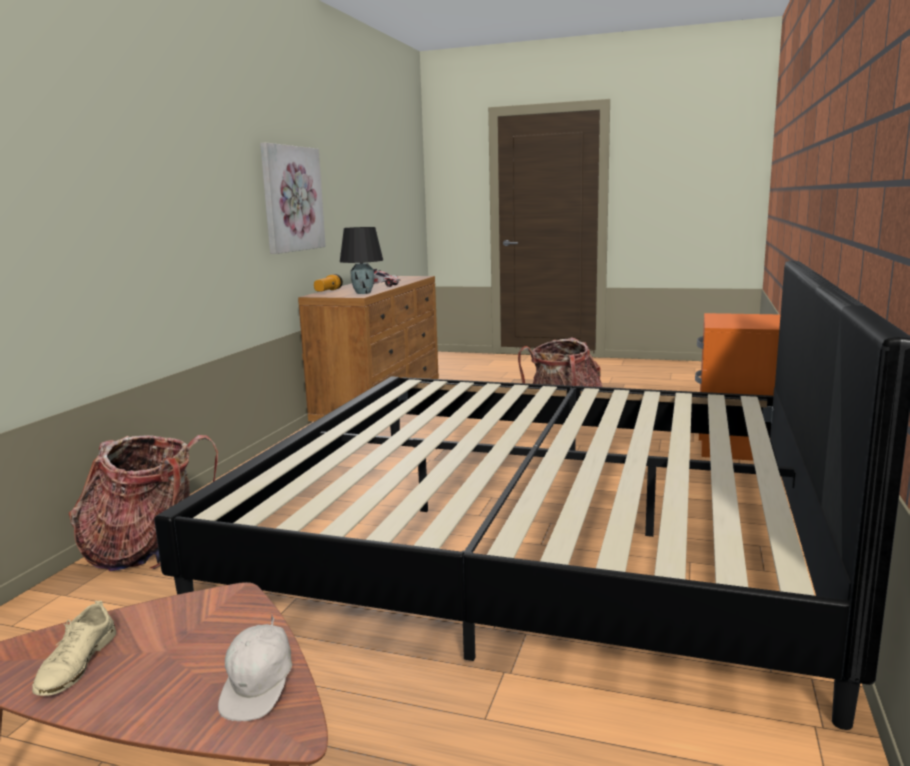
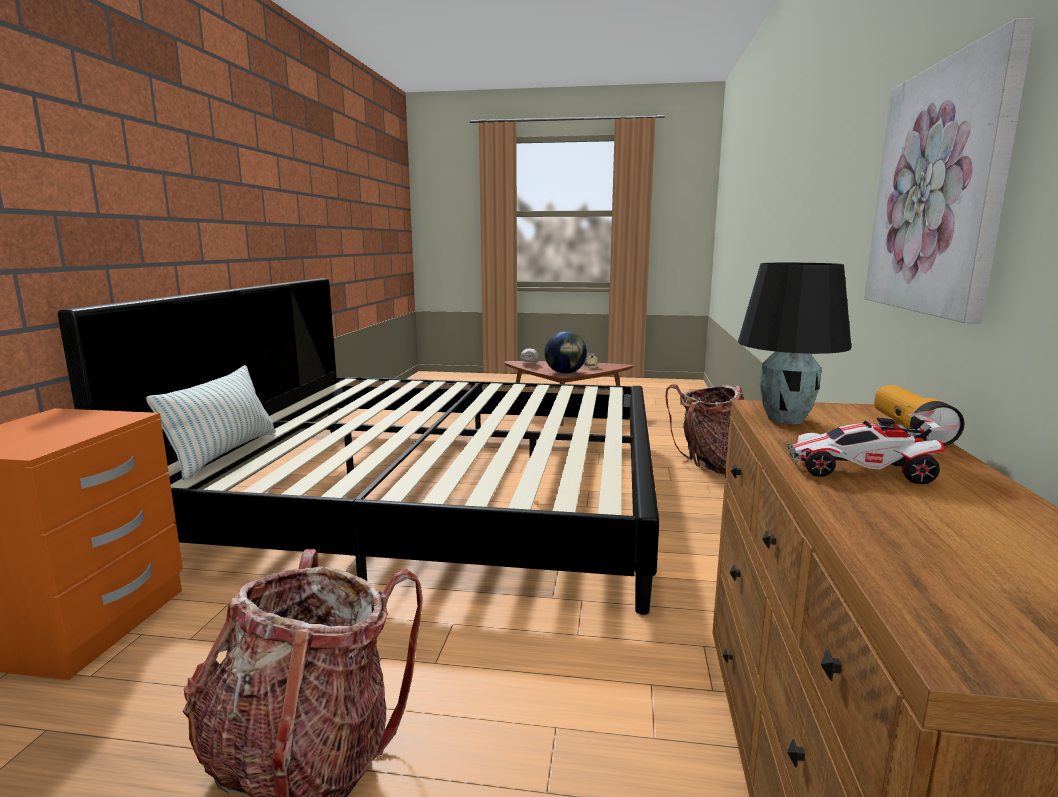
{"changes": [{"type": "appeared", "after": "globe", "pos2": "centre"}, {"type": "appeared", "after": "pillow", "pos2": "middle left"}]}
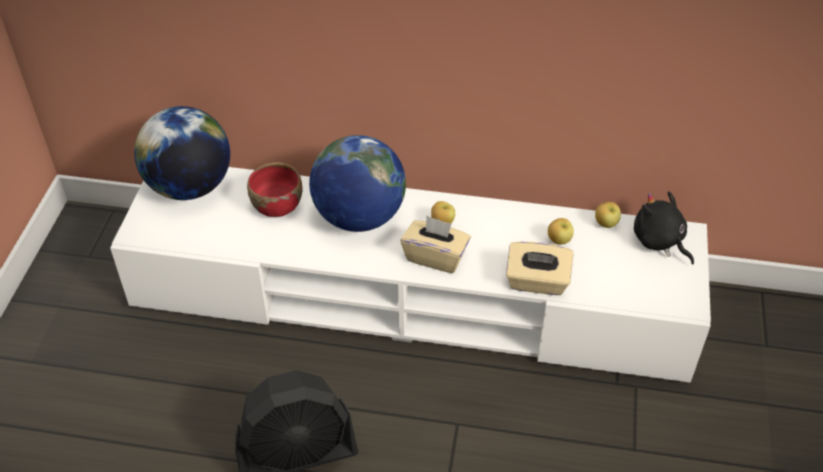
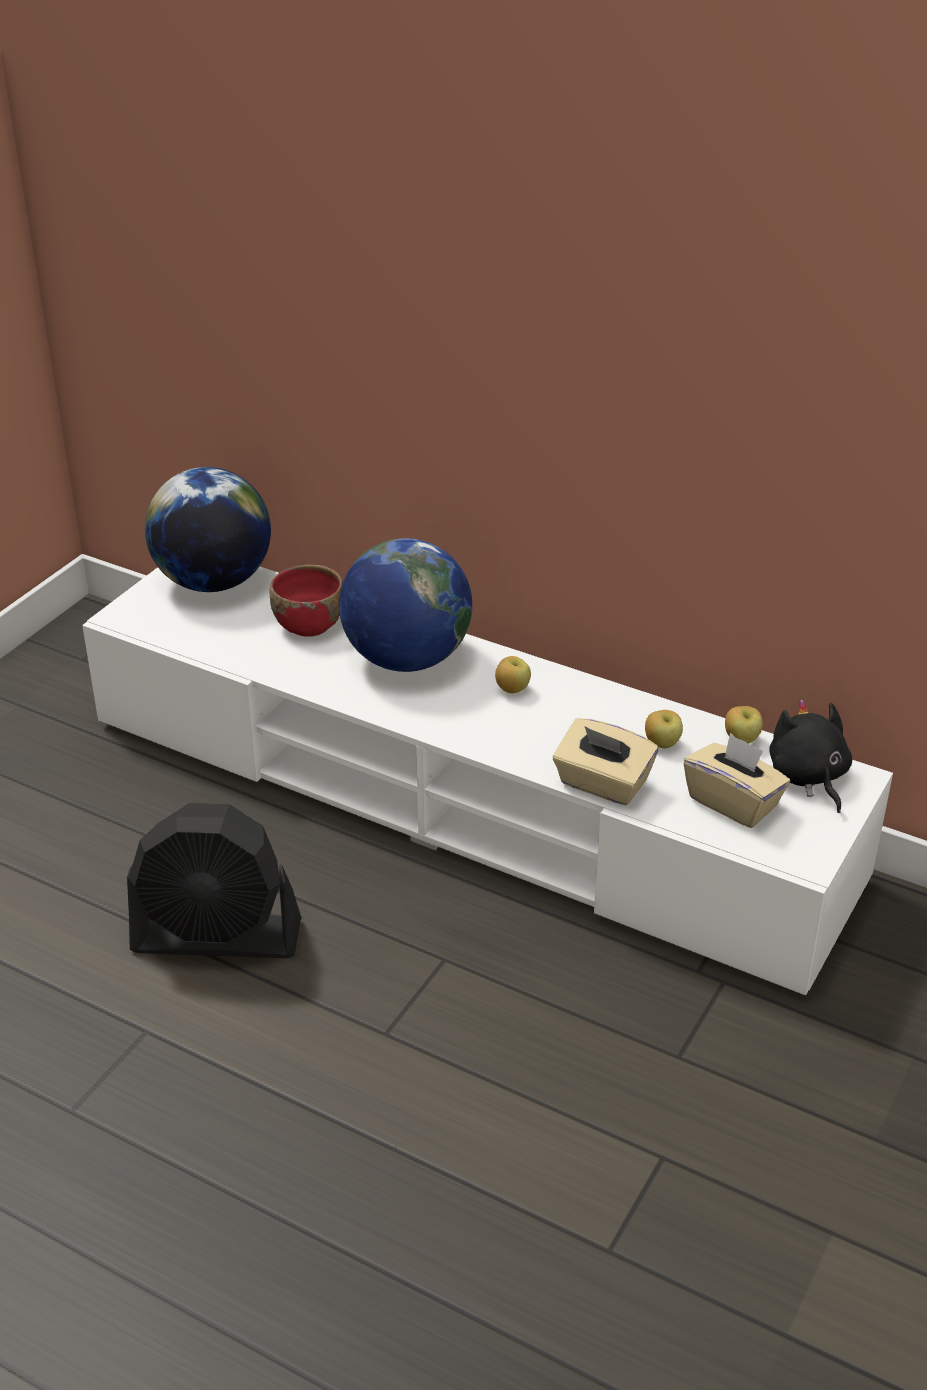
{"changes": [{"type": "relocated", "before": "tissue box (beige) (no. 1 from left in the first image)", "after": "tissue box (beige) (no. 2 from left)", "pos1": "centre", "pos2": "middle right"}]}
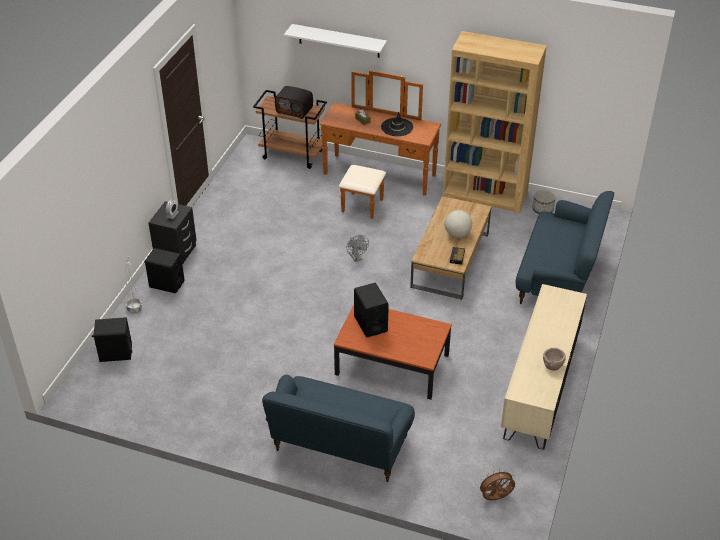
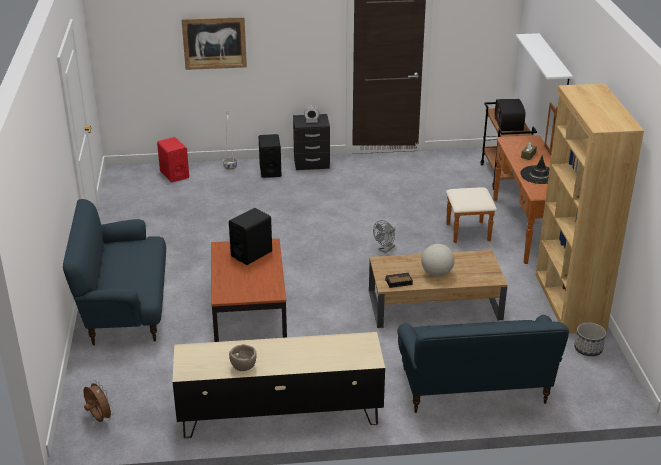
{"changes": [{"type": "colour", "before": "speaker (black) (no. 1 from left)", "after": "speaker (red)", "pos1": "middle left", "pos2": "middle left"}, {"type": "appeared", "after": "picture", "pos2": "top left"}]}
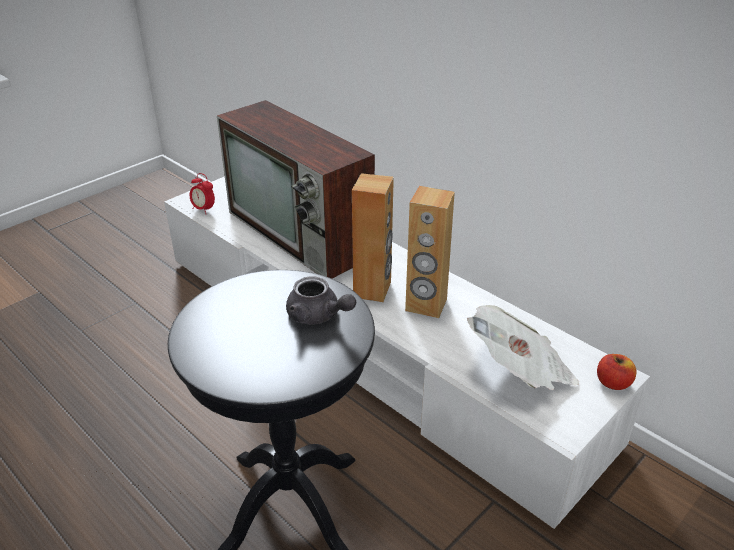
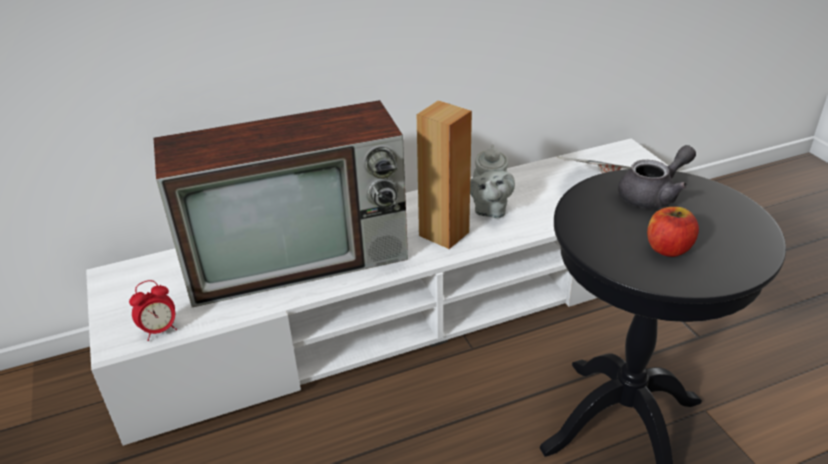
{"changes": [{"type": "exchanged", "before": "speaker (brown) (no. 2 from left)", "after": "teapot (grey) (no. 1 from left)", "pos1": "centre", "pos2": "centre"}, {"type": "relocated", "before": "apple", "pos1": "bottom right", "pos2": "middle right"}]}
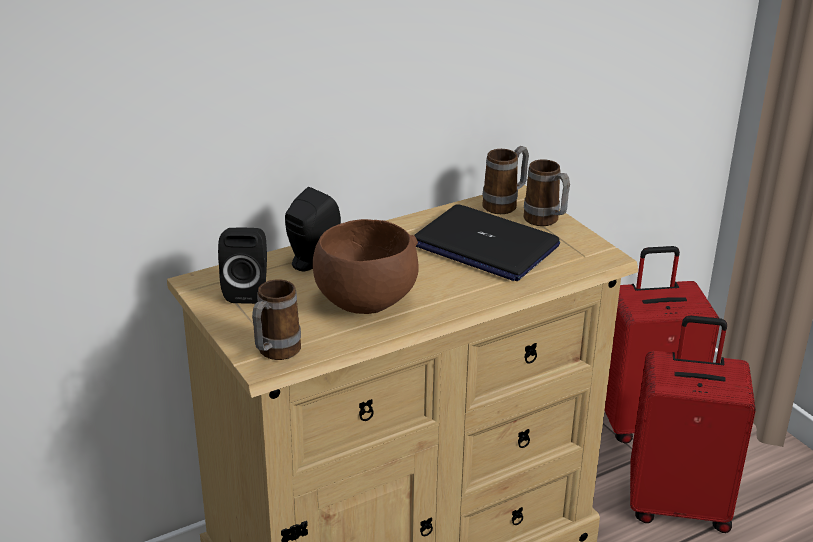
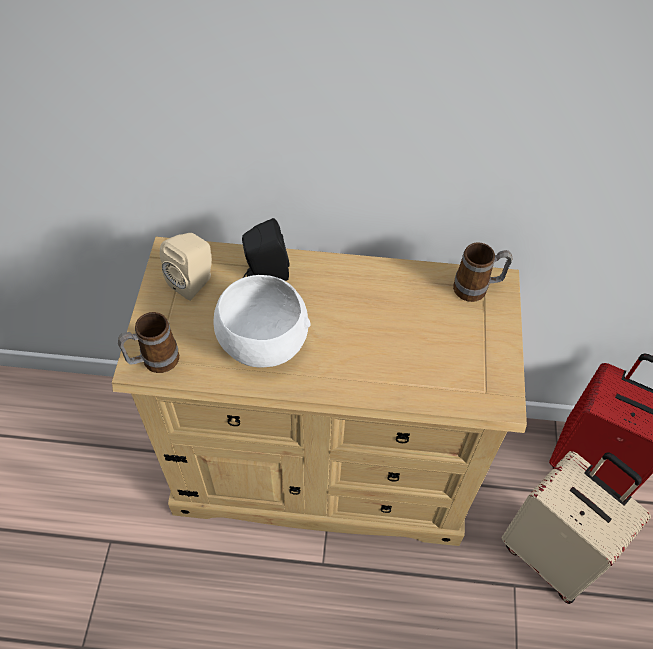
{"changes": [{"type": "missing", "before": "mug (no. 3 from left)", "pos1": "middle right"}, {"type": "missing", "before": "laptop", "pos1": "centre"}, {"type": "colour", "before": "bowl (brown)", "after": "bowl (white)", "pos1": "centre", "pos2": "centre"}, {"type": "colour", "before": "speaker (black) (no. 1 from left)", "after": "speaker (beige)", "pos1": "middle left", "pos2": "middle left"}, {"type": "colour", "before": "suitcase (red) (no. 2 from left)", "after": "suitcase (beige)", "pos1": "bottom right", "pos2": "bottom right"}]}
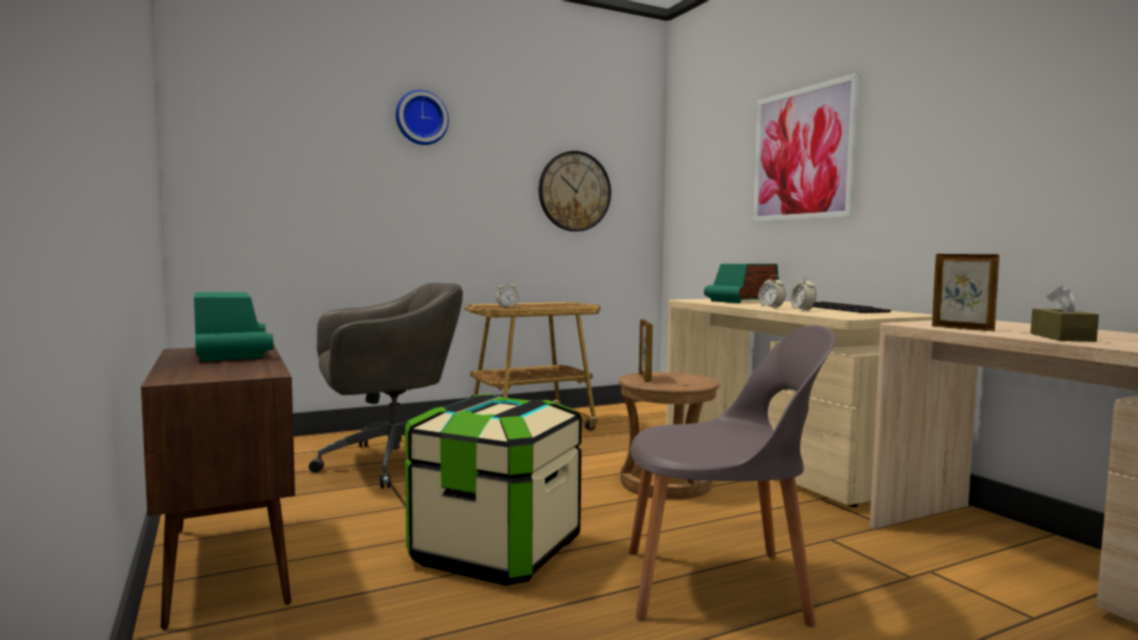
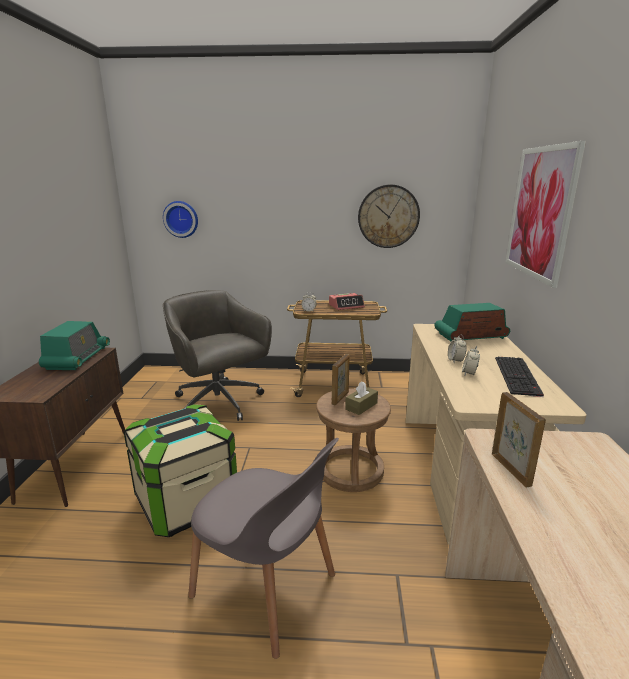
{"changes": [{"type": "relocated", "before": "wall clock (no. 1 from left)", "pos1": "top centre", "pos2": "top left"}, {"type": "spun", "before": "office chair (grey)", "pos1": "centre", "pos2": "centre", "turn": -135}, {"type": "relocated", "before": "tissue box (brown)", "pos1": "middle right", "pos2": "centre"}, {"type": "appeared", "after": "alarm clock (no. 2 from left)", "pos2": "centre"}]}
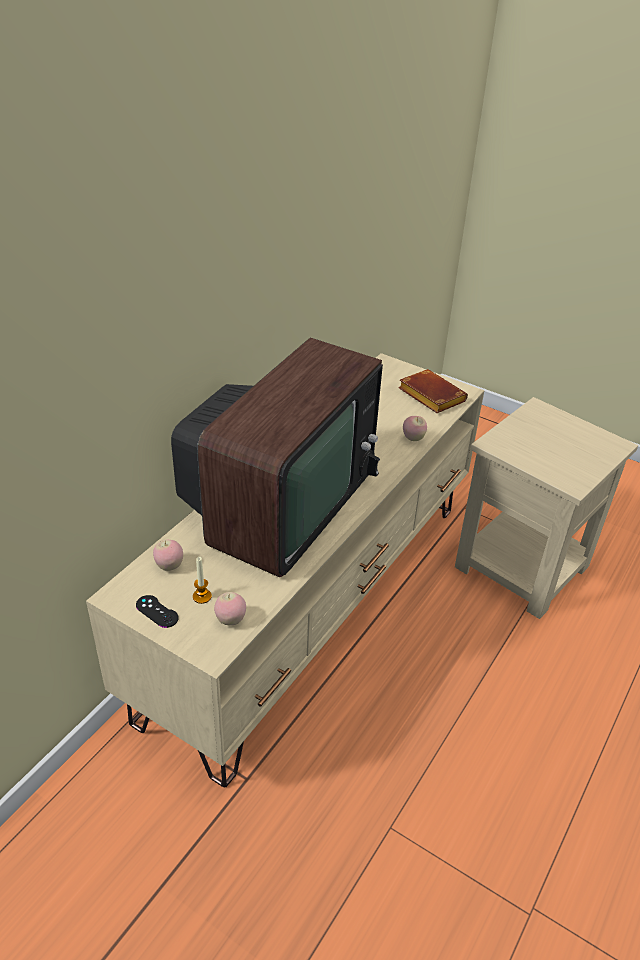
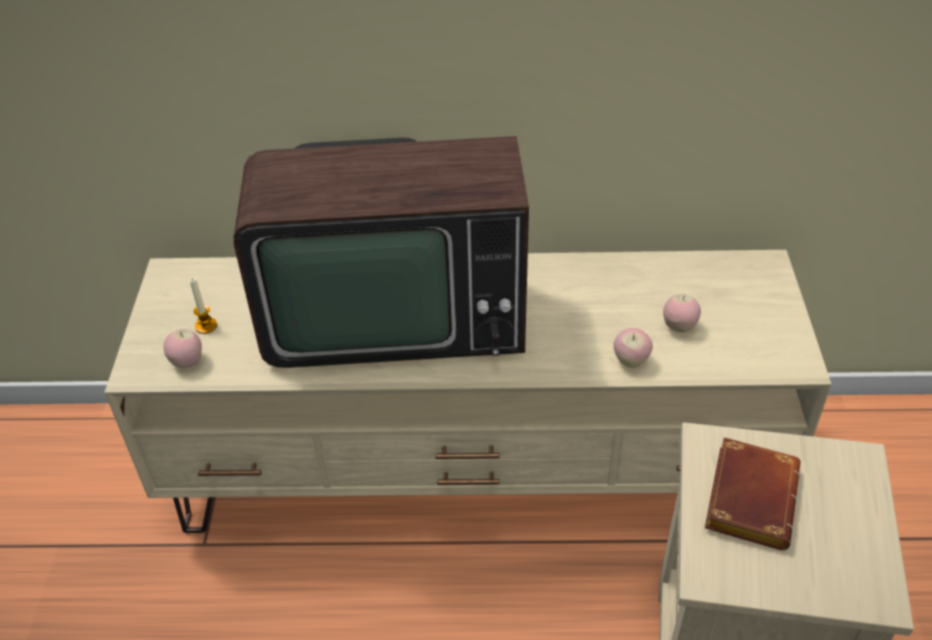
{"changes": [{"type": "relocated", "before": "book (brown)", "pos1": "middle right", "pos2": "bottom right"}, {"type": "relocated", "before": "apple (no. 1 from left in the first image)", "after": "apple (no. 3 from left)", "pos1": "middle left", "pos2": "middle right"}, {"type": "missing", "before": "game controller (black)", "pos1": "middle left"}]}
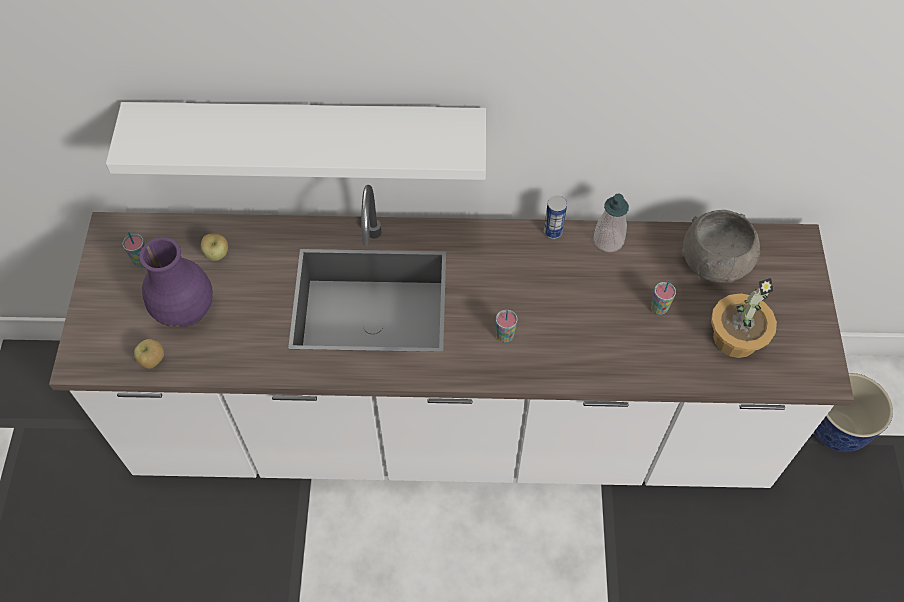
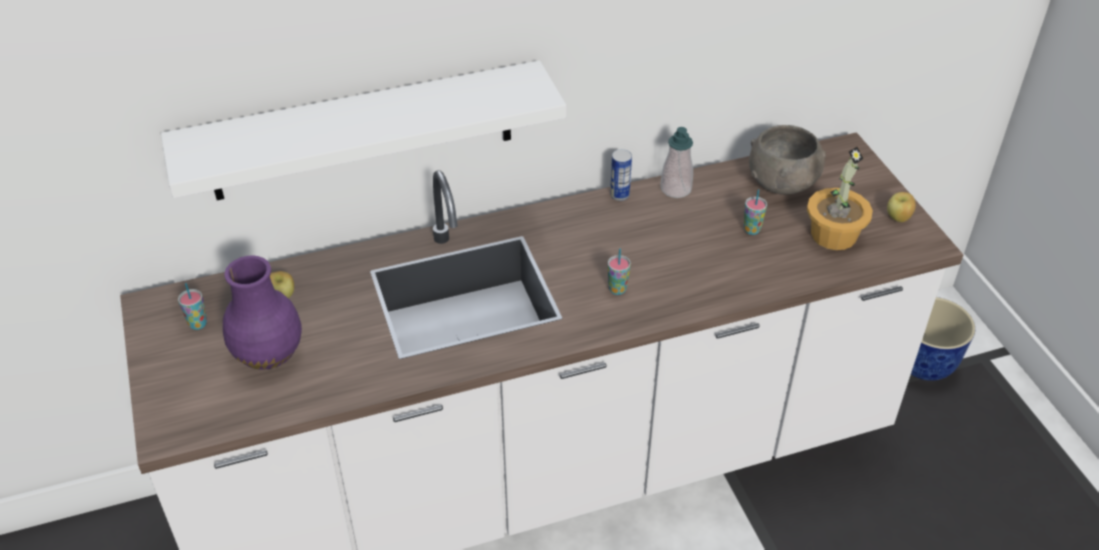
{"changes": [{"type": "relocated", "before": "apple (no. 1 from left in the first image)", "after": "apple (no. 2 from left)", "pos1": "middle left", "pos2": "middle right"}]}
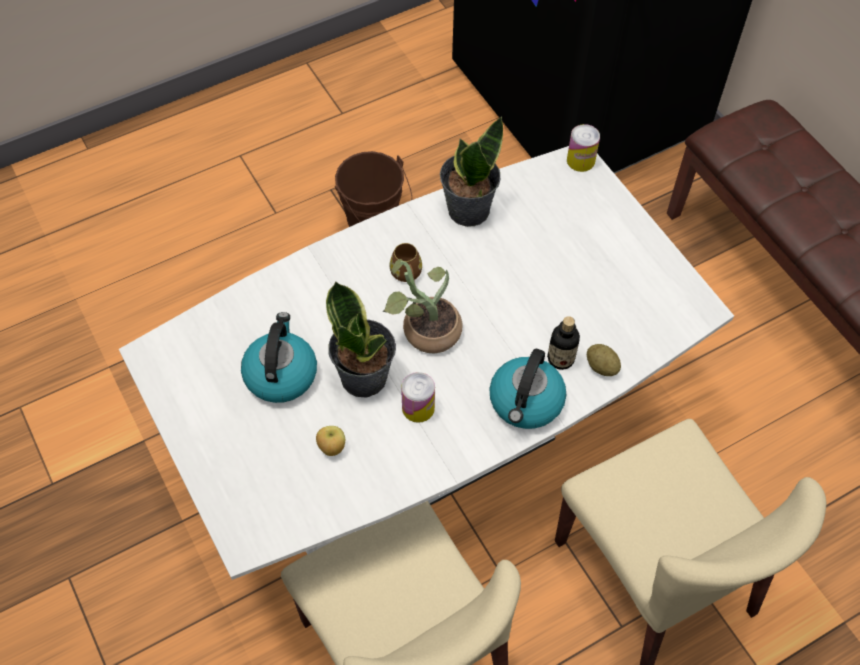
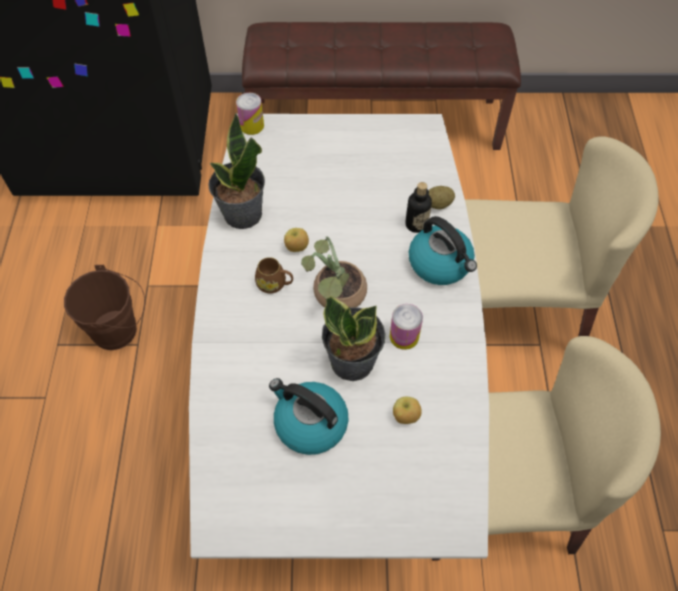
{"changes": [{"type": "appeared", "after": "apple (no. 1 from left)", "pos2": "centre"}]}
